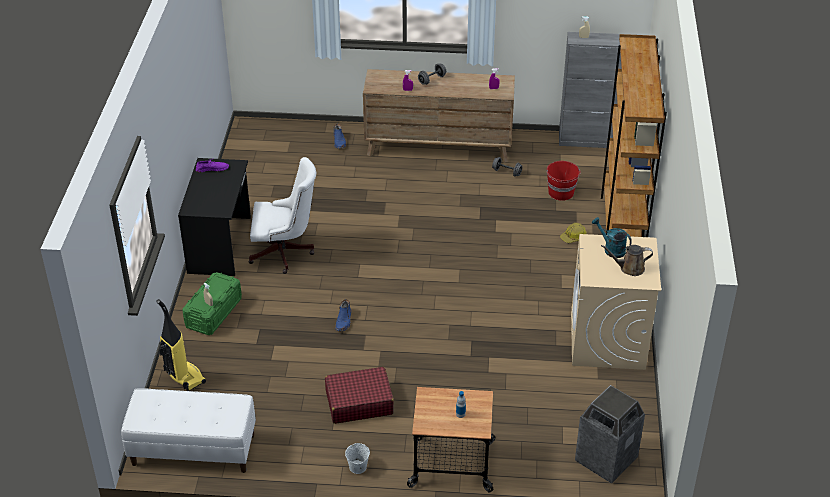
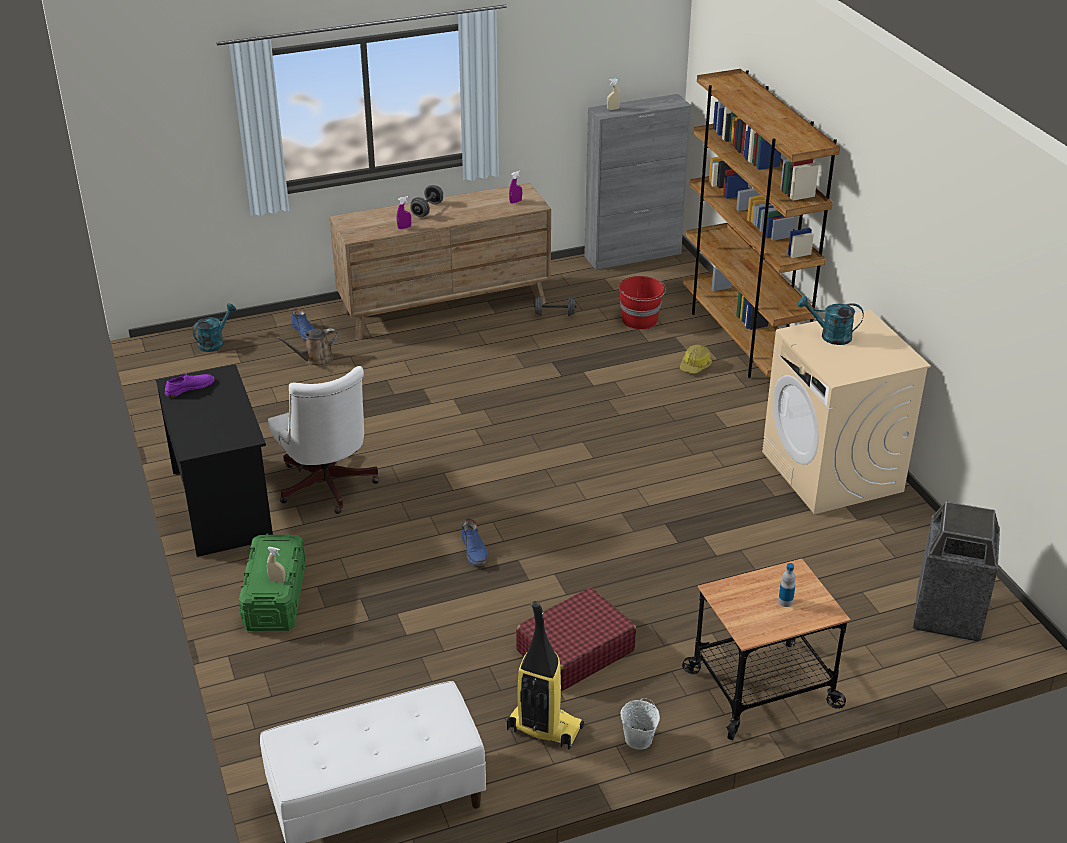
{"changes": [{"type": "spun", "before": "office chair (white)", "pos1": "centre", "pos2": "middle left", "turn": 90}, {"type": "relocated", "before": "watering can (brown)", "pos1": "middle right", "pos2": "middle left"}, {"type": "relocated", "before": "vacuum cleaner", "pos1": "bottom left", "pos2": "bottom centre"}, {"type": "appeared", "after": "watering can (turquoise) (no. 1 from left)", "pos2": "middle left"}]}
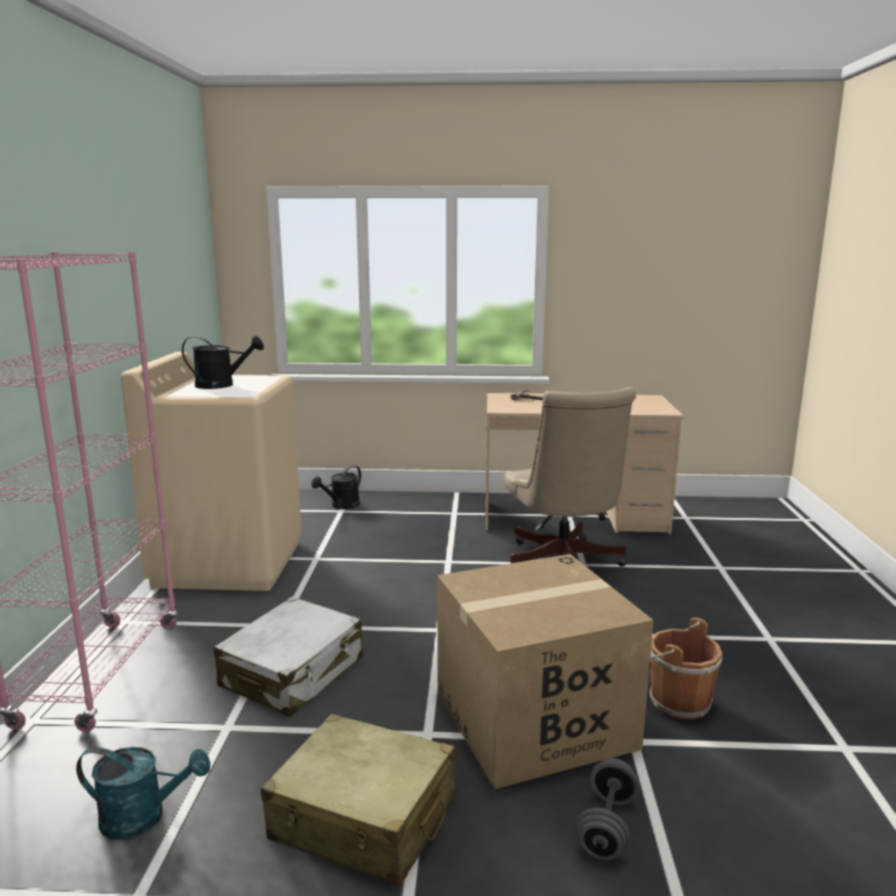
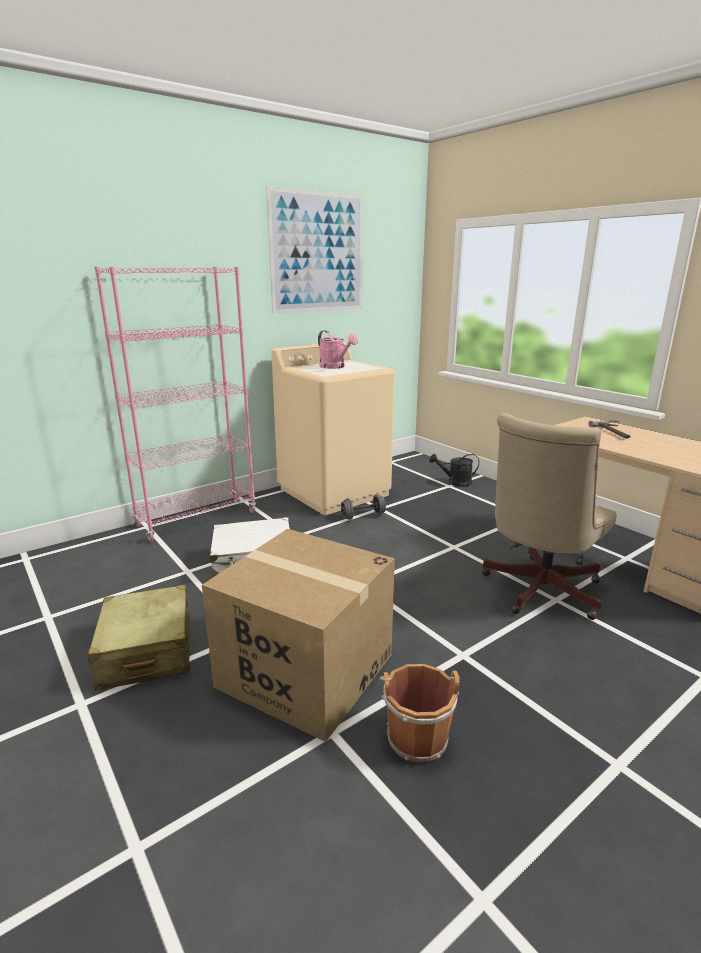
{"changes": [{"type": "colour", "before": "watering can (black) (no. 1 from left)", "after": "watering can (pink)", "pos1": "middle left", "pos2": "centre"}, {"type": "missing", "before": "watering can (turquoise)", "pos1": "bottom left"}, {"type": "relocated", "before": "dumbbell (grey)", "pos1": "bottom right", "pos2": "centre"}, {"type": "appeared", "after": "picture", "pos2": "top centre"}]}
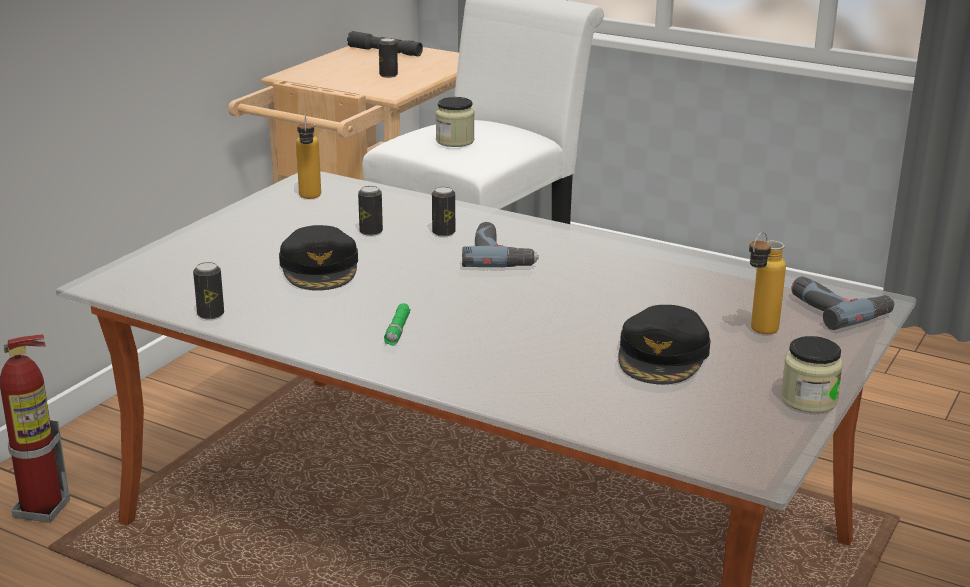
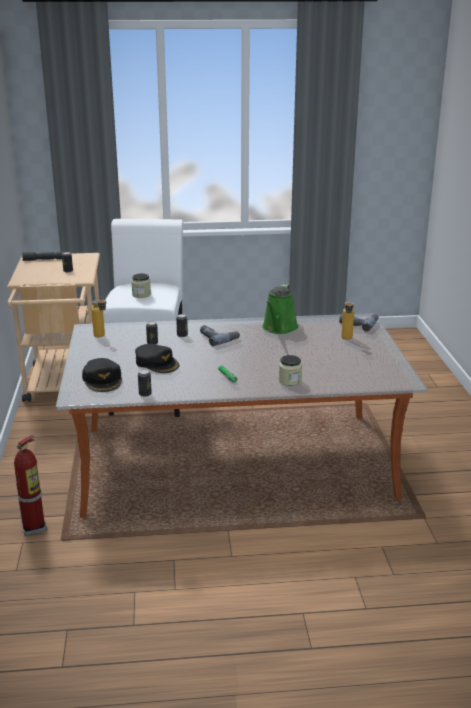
{"changes": [{"type": "relocated", "before": "cap (black) (no. 2 from left in the first image)", "after": "cap (black) (no. 1 from left)", "pos1": "middle right", "pos2": "middle left"}, {"type": "relocated", "before": "jar (no. 2 from left)", "pos1": "middle right", "pos2": "centre"}, {"type": "appeared", "after": "watering can (green)", "pos2": "centre"}]}
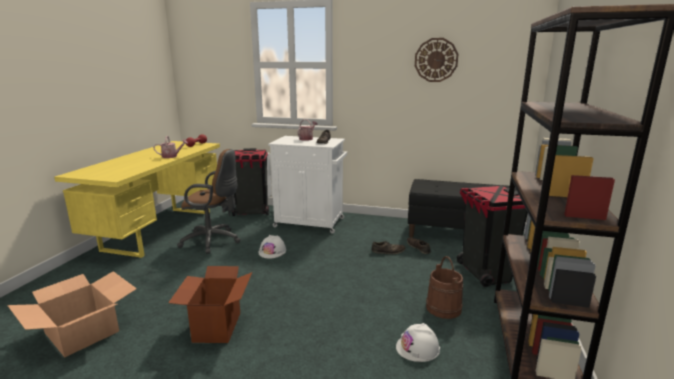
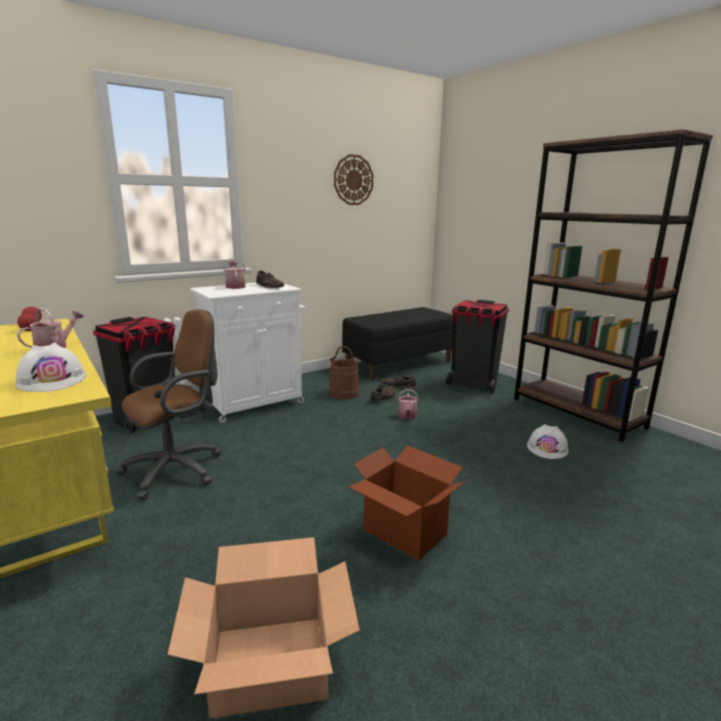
{"changes": [{"type": "relocated", "before": "hard hat (white) (no. 1 from left)", "pos1": "centre", "pos2": "middle left"}, {"type": "relocated", "before": "bucket (brown)", "pos1": "bottom centre", "pos2": "centre"}, {"type": "appeared", "after": "watering can (no. 3 from left)", "pos2": "centre"}]}
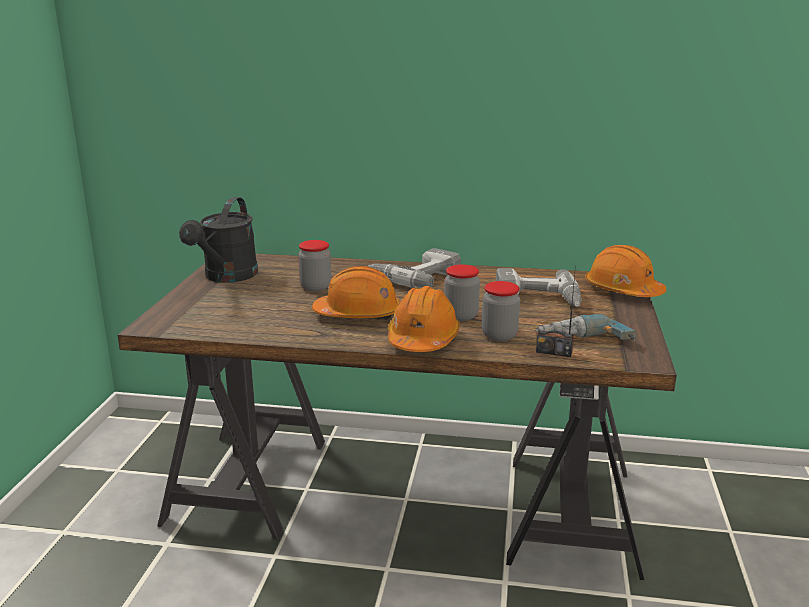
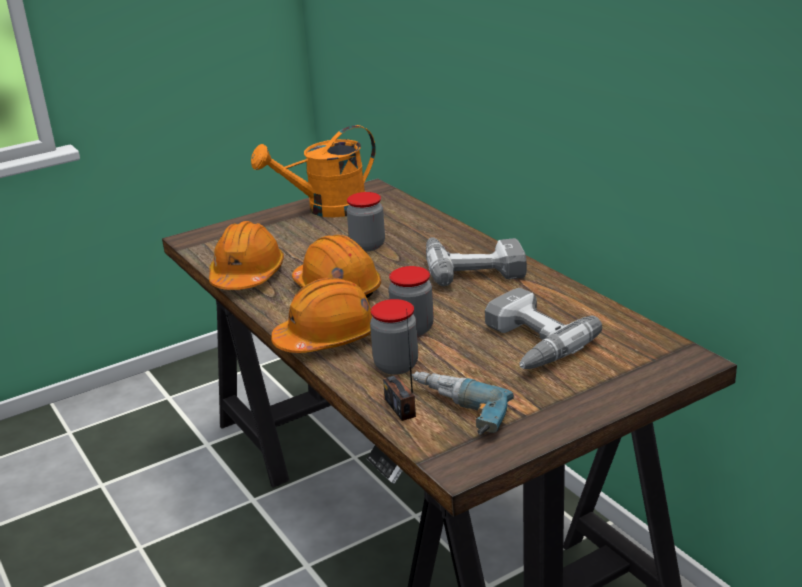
{"changes": [{"type": "colour", "before": "watering can (black)", "after": "watering can (orange)", "pos1": "middle left", "pos2": "top centre"}, {"type": "relocated", "before": "hard hat (orange) (no. 3 from left in the first image)", "after": "hard hat (orange) (no. 1 from left)", "pos1": "middle right", "pos2": "middle left"}]}
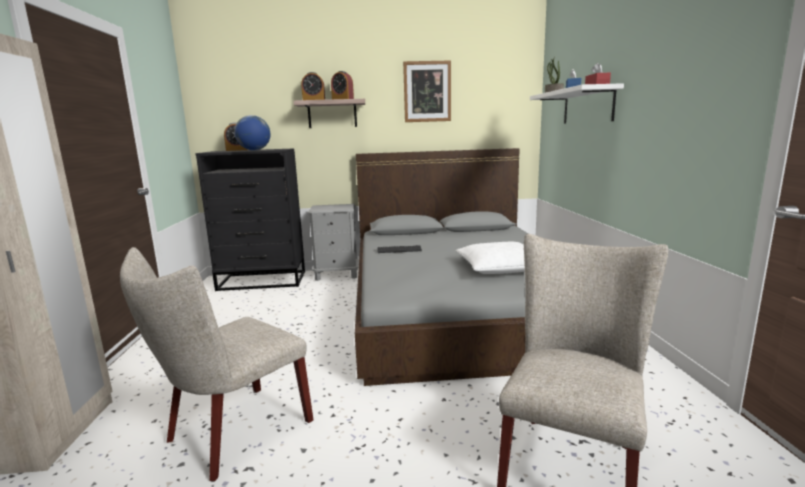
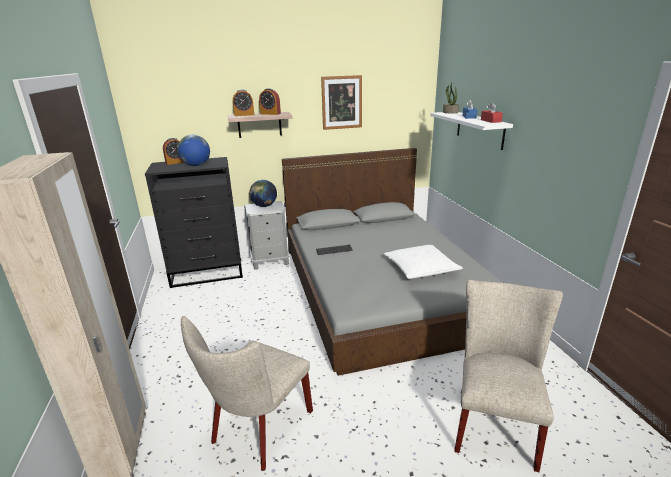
{"changes": [{"type": "appeared", "after": "globe (no. 2 from left)", "pos2": "centre"}]}
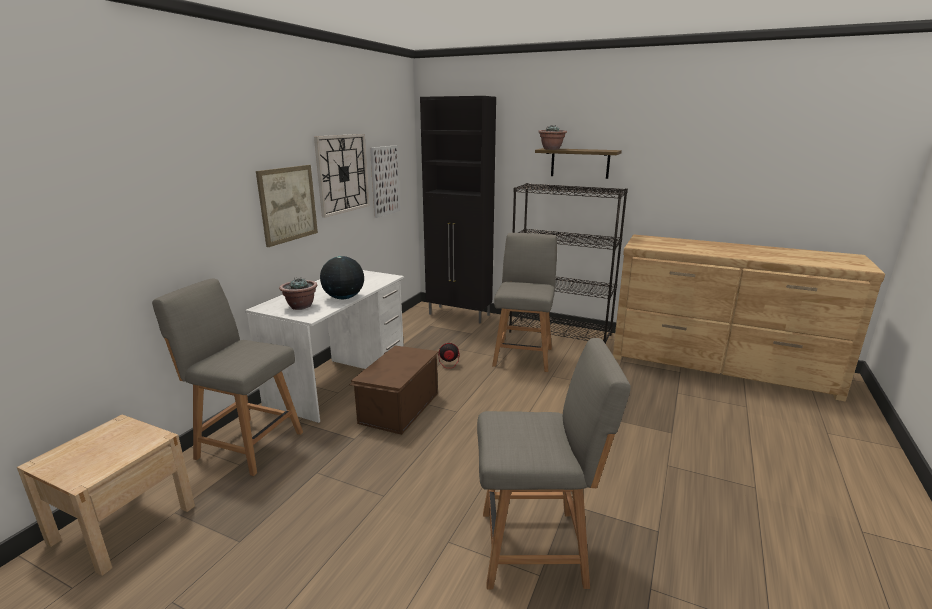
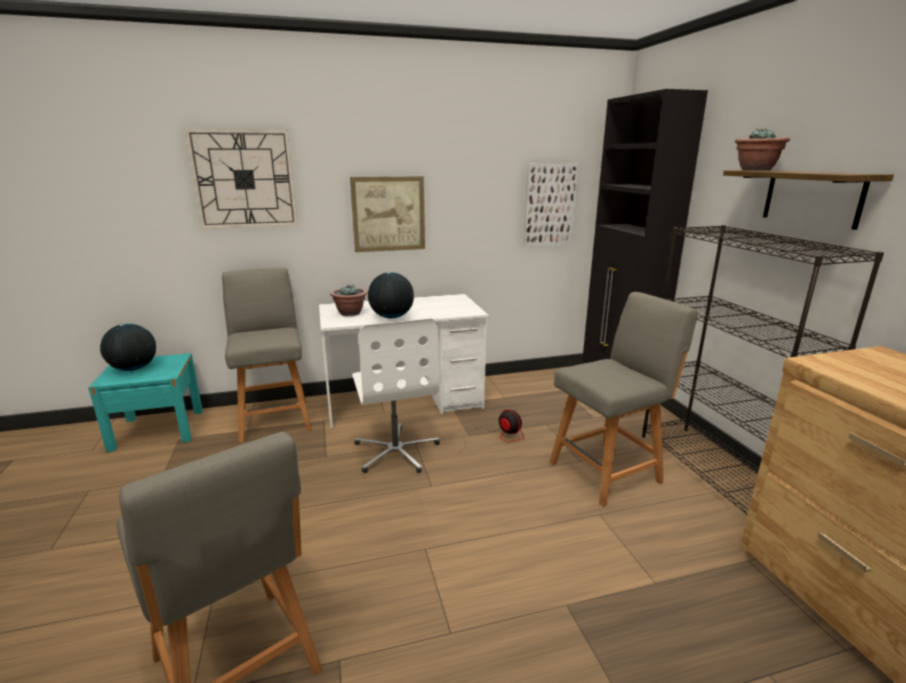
{"changes": [{"type": "relocated", "before": "wall clock", "pos1": "top centre", "pos2": "top left"}, {"type": "exchanged", "before": "storage box (brown)", "after": "office chair (white)", "pos1": "centre", "pos2": "centre"}, {"type": "colour", "before": "nightstand (beige)", "after": "nightstand (turquoise)", "pos1": "bottom left", "pos2": "middle left"}, {"type": "appeared", "after": "globe (no. 1 from left)", "pos2": "middle left"}]}
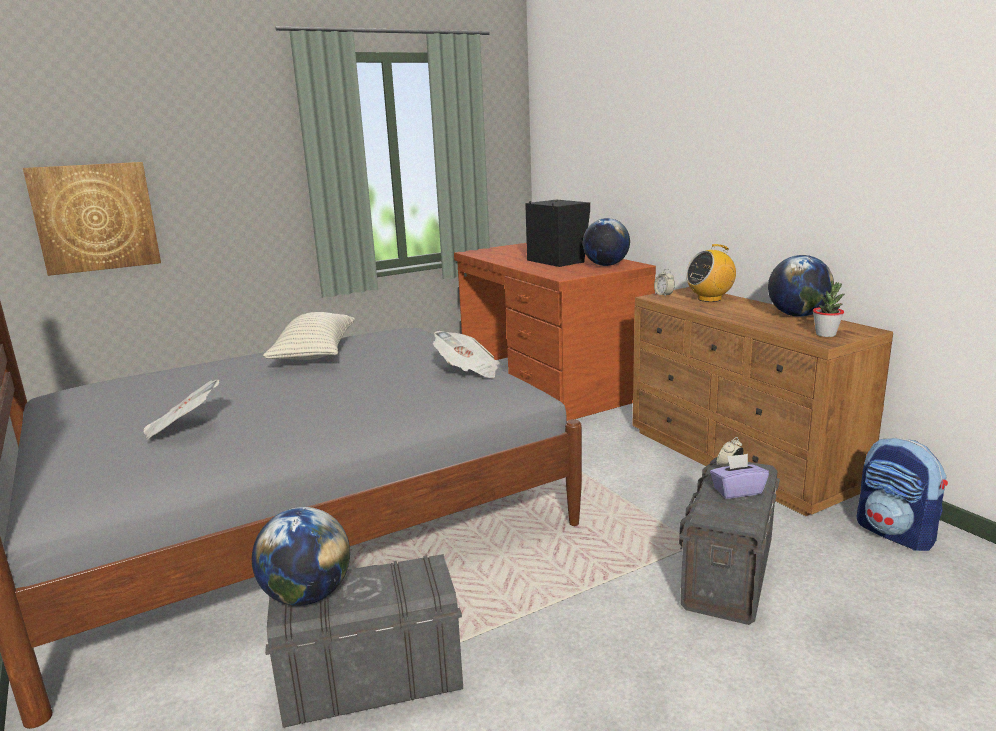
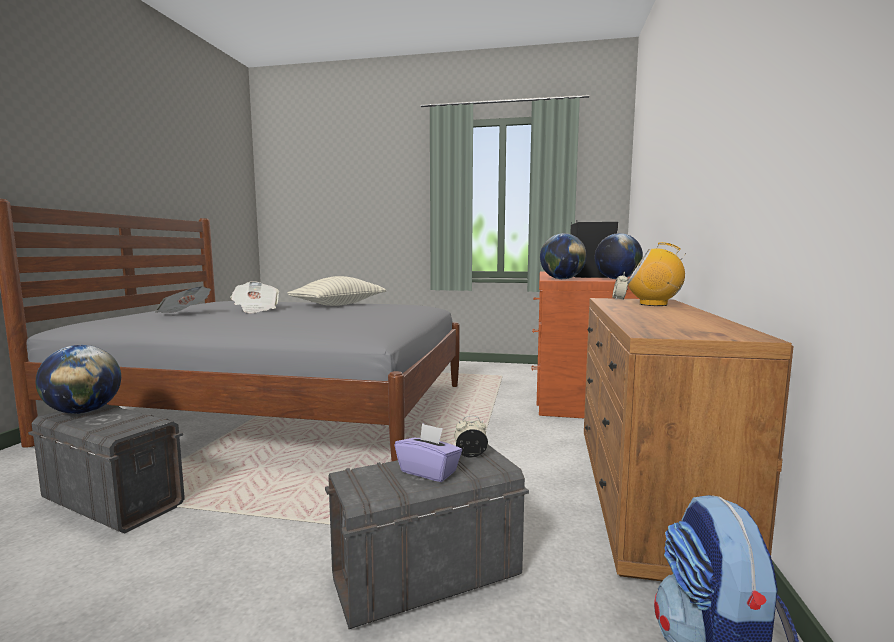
{"changes": [{"type": "missing", "before": "picture", "pos1": "top left"}, {"type": "relocated", "before": "globe (no. 3 from left in the first image)", "after": "globe (no. 2 from left)", "pos1": "middle right", "pos2": "centre"}, {"type": "missing", "before": "potted plant", "pos1": "middle right"}, {"type": "relocated", "before": "newspaper (no. 2 from left)", "pos1": "centre", "pos2": "middle left"}]}
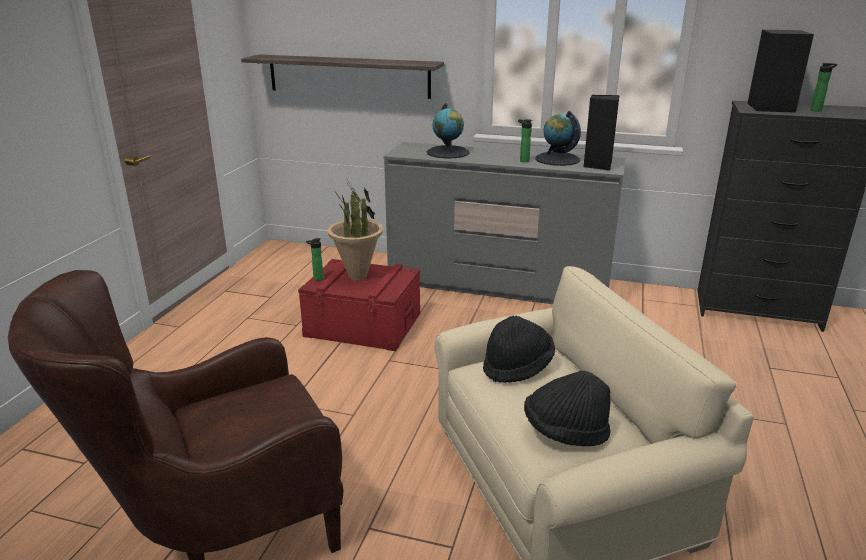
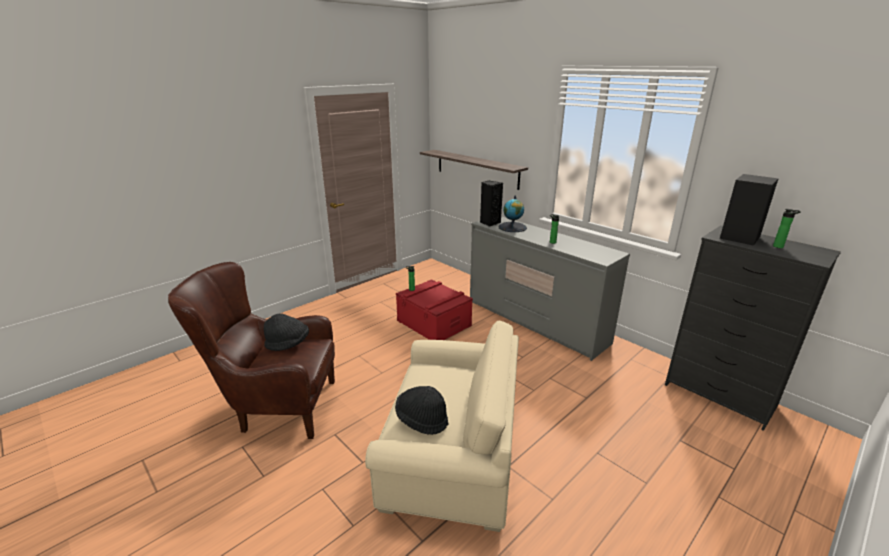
{"changes": [{"type": "relocated", "before": "speaker (black) (no. 1 from left)", "pos1": "top right", "pos2": "centre"}, {"type": "missing", "before": "globe (no. 2 from left)", "pos1": "top centre"}, {"type": "missing", "before": "potted plant", "pos1": "centre"}, {"type": "relocated", "before": "hat (black) (no. 1 from left)", "pos1": "centre", "pos2": "middle left"}]}
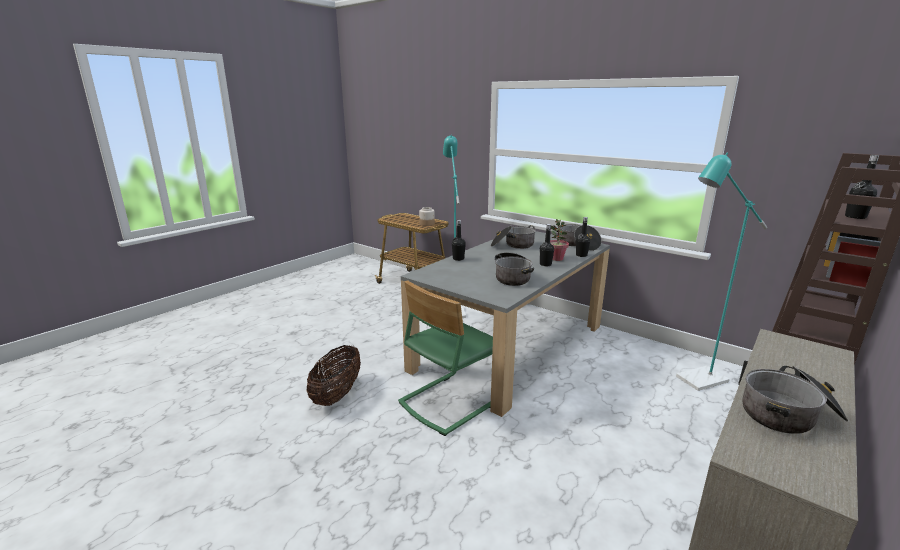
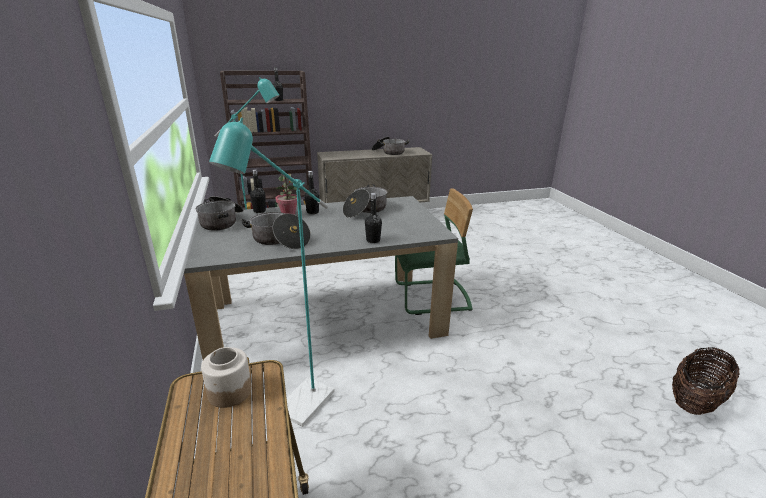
{"changes": [{"type": "relocated", "before": "basket", "pos1": "bottom centre", "pos2": "bottom right"}]}
